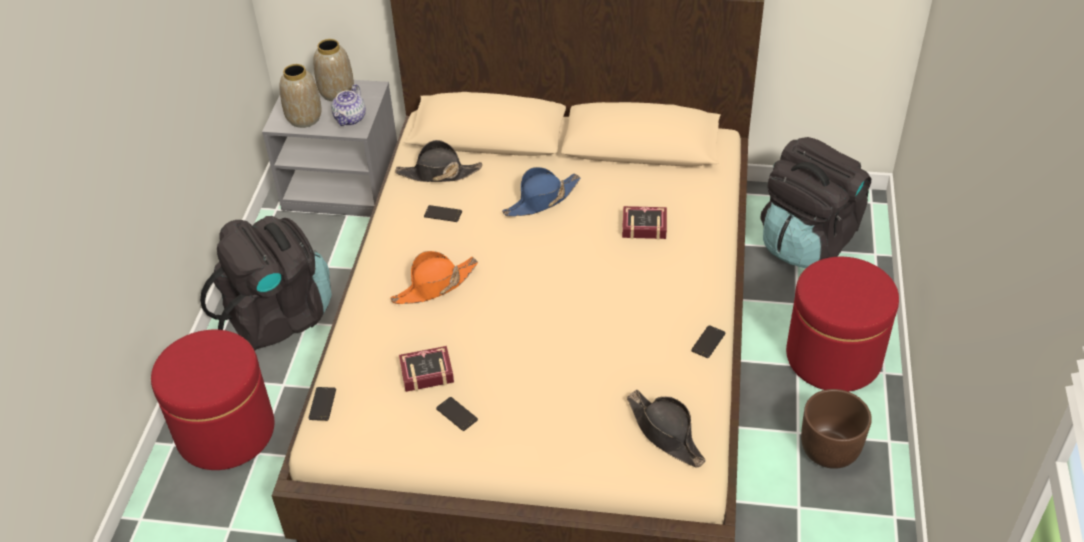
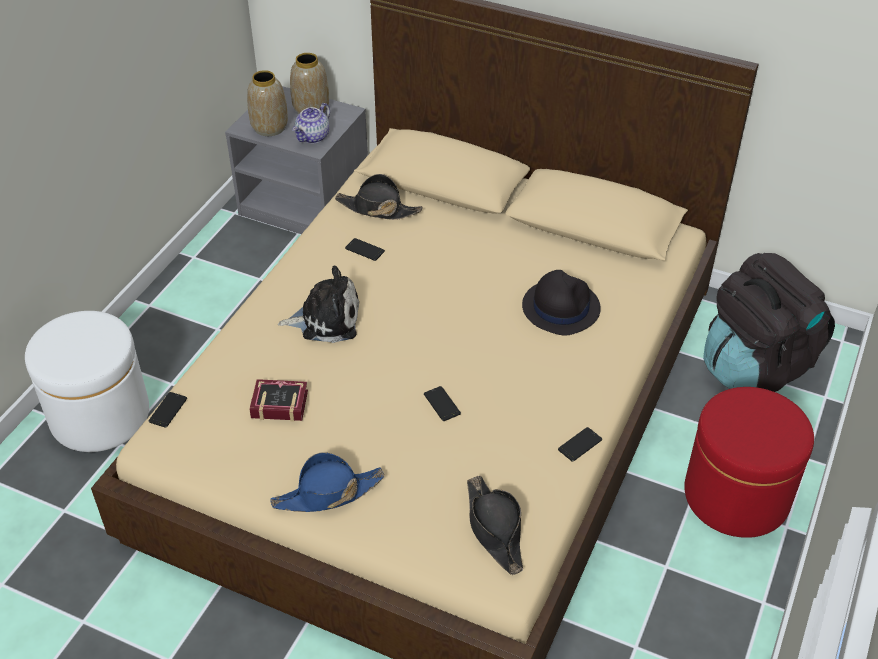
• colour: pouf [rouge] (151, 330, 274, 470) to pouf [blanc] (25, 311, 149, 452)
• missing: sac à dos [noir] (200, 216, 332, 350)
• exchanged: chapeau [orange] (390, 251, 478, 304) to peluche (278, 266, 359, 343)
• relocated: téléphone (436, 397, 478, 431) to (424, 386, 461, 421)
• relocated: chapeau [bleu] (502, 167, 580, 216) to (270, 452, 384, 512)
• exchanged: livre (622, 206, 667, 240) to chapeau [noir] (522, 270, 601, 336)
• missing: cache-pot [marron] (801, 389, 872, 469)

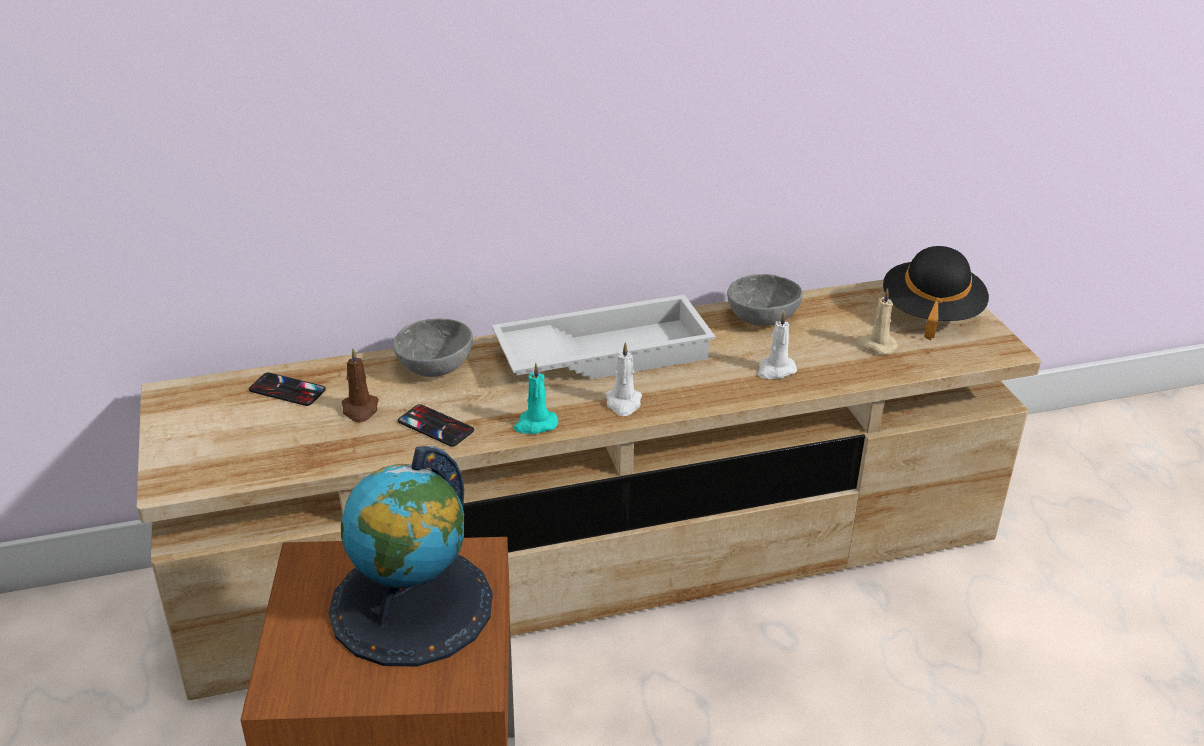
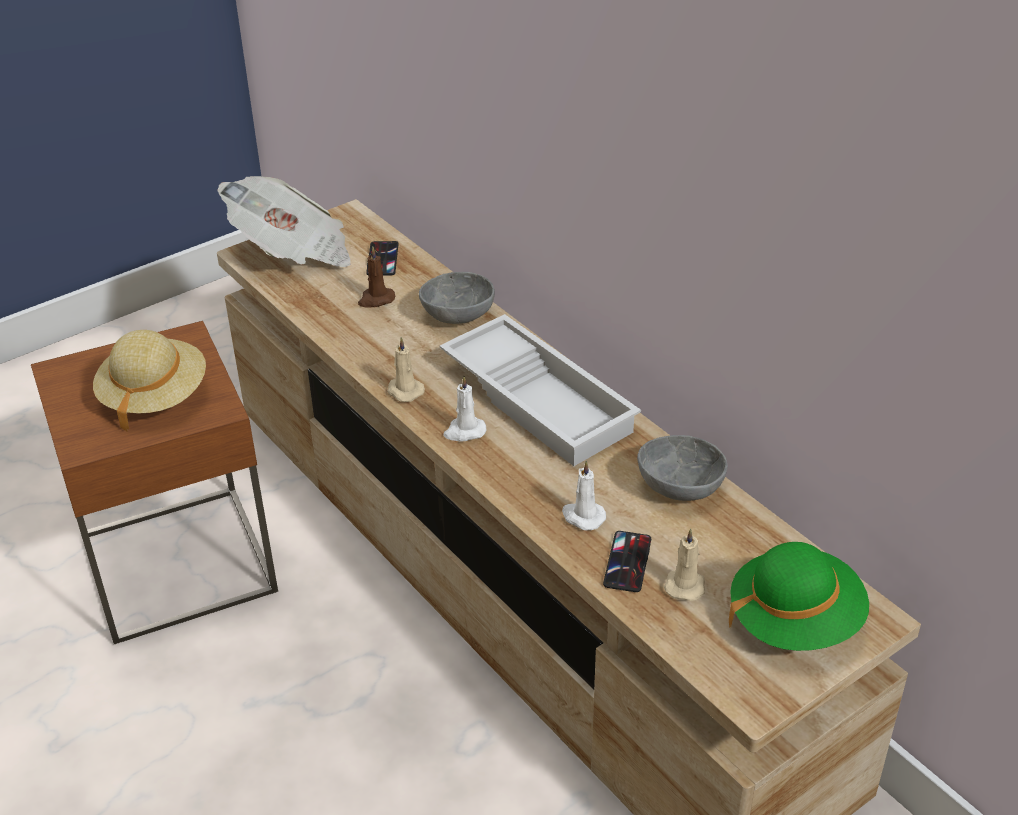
• exchanged: globe (328, 446, 493, 666) to chapeau [beige] (93, 330, 206, 431)
• relocated: téléphone (398, 404, 474, 447) to (603, 531, 651, 592)
• colour: bougie [turquoise] (514, 363, 558, 434) to bougie [beige] (387, 337, 425, 402)
• colour: chapeau [noir] (883, 246, 989, 340) to chapeau [vert] (729, 542, 869, 651)
• appeared: journal (218, 176, 351, 267)

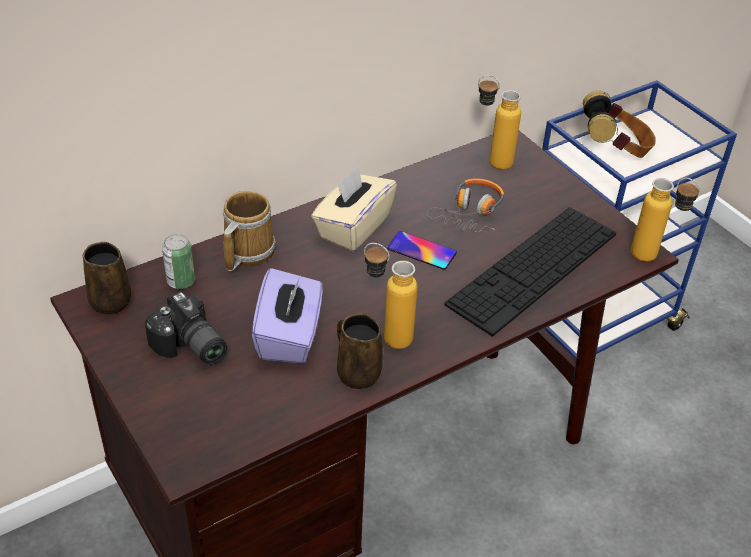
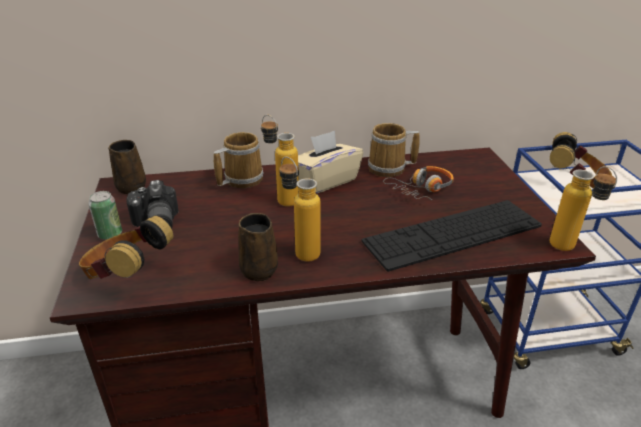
• relocated: boîte métallique (162, 234, 195, 289) to (88, 191, 122, 240)
• missing: boîte à mouchoirs [violet] (252, 268, 322, 363)
• missing: téléphone (387, 231, 457, 270)
• relocated: bouteille (478, 75, 521, 170) to (261, 115, 299, 207)
• appeared: casque audio (79, 216, 173, 279)
• appeared: mug (368, 123, 420, 177)

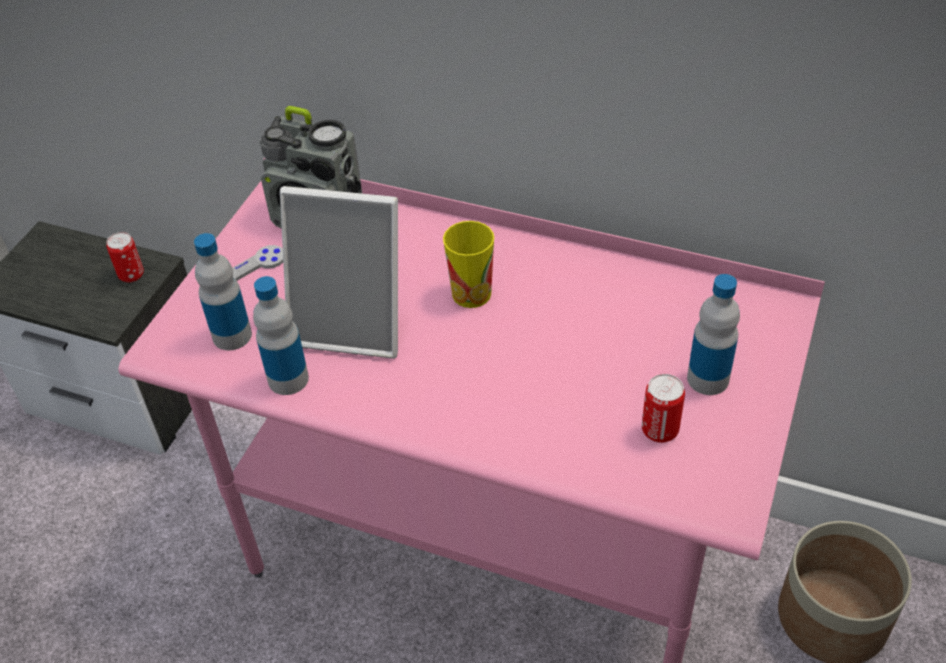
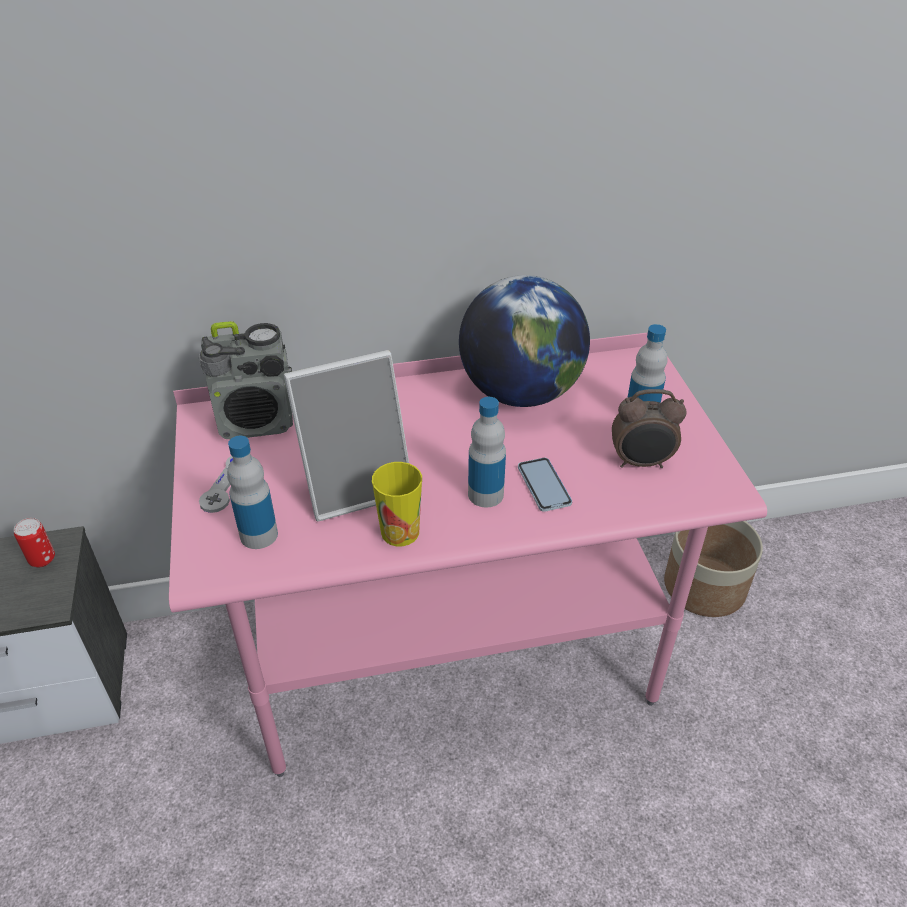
• relocated: bouteille (253, 276, 309, 395) to (468, 397, 506, 507)
• relocated: tasse (443, 221, 494, 308) to (372, 462, 422, 546)
• exchanged: boîte métallique (642, 374, 685, 443) to réveil (612, 389, 686, 468)
• appeared: globe (459, 275, 590, 407)
• appeared: téléphone (518, 458, 572, 512)

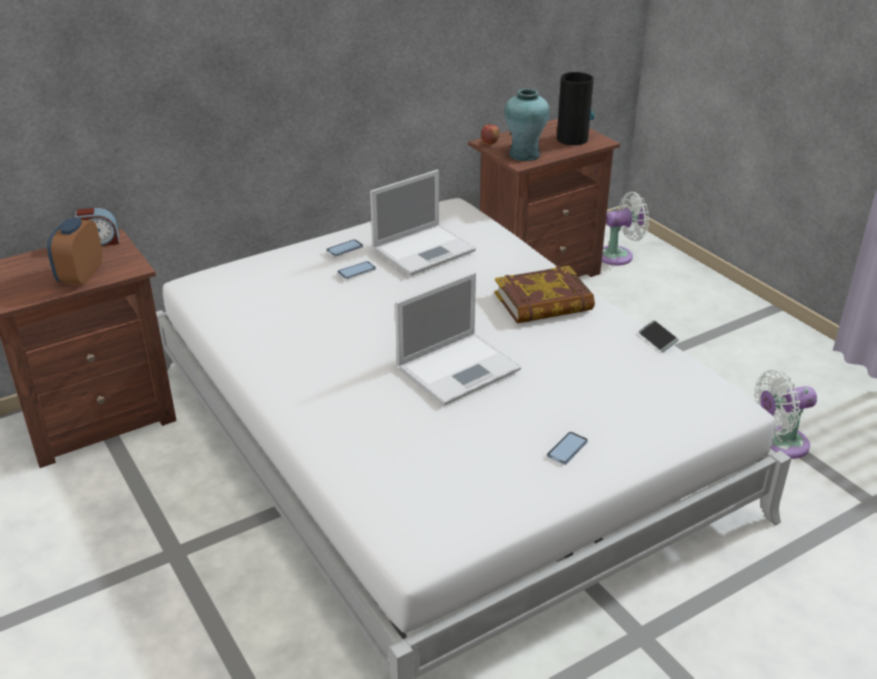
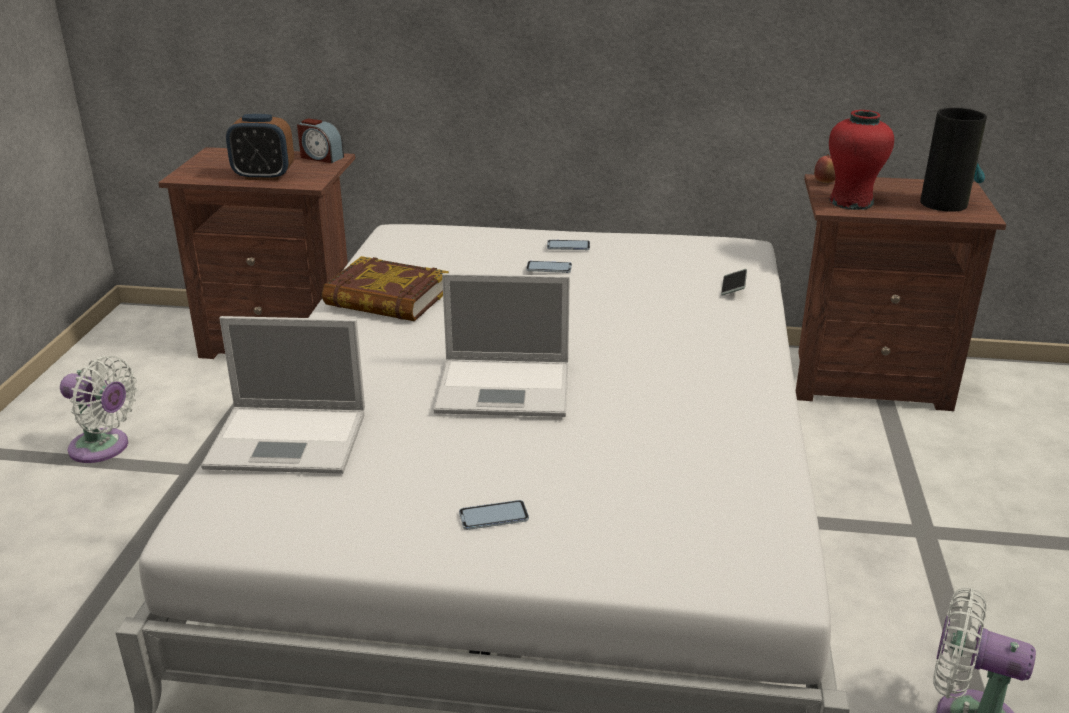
• spun: réveil (47, 218, 102, 285) = (226, 114, 294, 180) 135 degrees counterclockwise
• relocated: ordinateur portable (370, 170, 476, 275) to (201, 316, 365, 474)
• relocated: livre (494, 266, 595, 323) to (322, 256, 449, 321)
• colour: vase [turquoise] (504, 89, 549, 161) to vase [rouge] (829, 110, 894, 210)
• relocated: ventilateur [blanc] (602, 192, 649, 265) to (60, 356, 138, 463)
• relocated: téléphone (638, 320, 679, 352) to (721, 269, 747, 296)

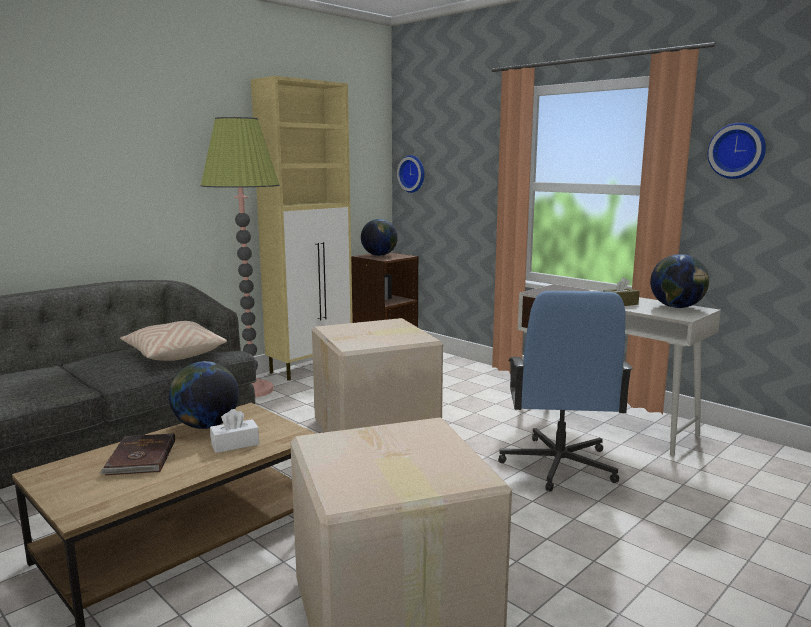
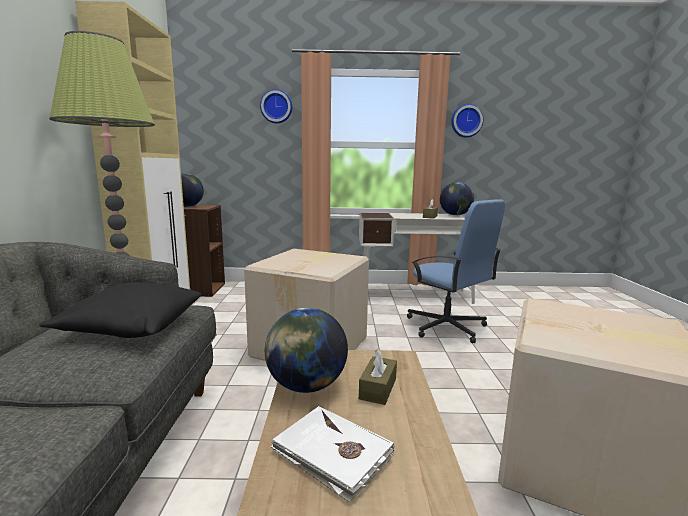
• colour: livre [marron] (99, 433, 175, 476) to livre [blanc] (271, 406, 394, 502)
• colour: coussin [beige] (120, 321, 227, 361) to coussin [noir] (39, 282, 201, 338)
• colour: boîte à mouchoirs [blanc] (210, 409, 259, 453) to boîte à mouchoirs [marron] (359, 349, 397, 405)
• relocated: horloge murale (397, 155, 424, 193) to (260, 89, 292, 123)

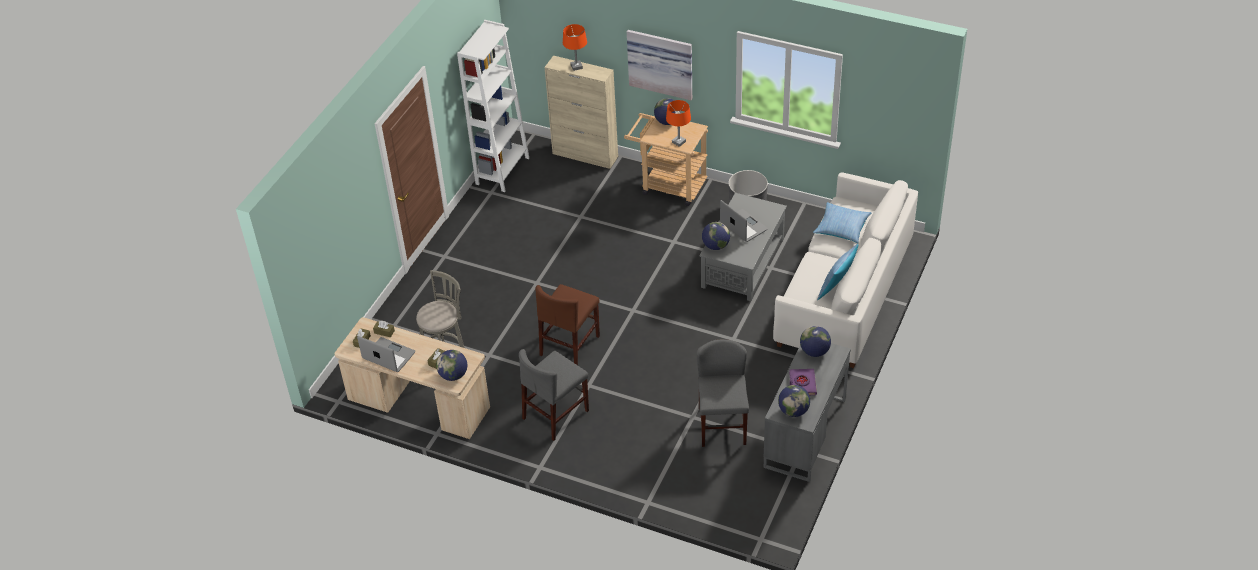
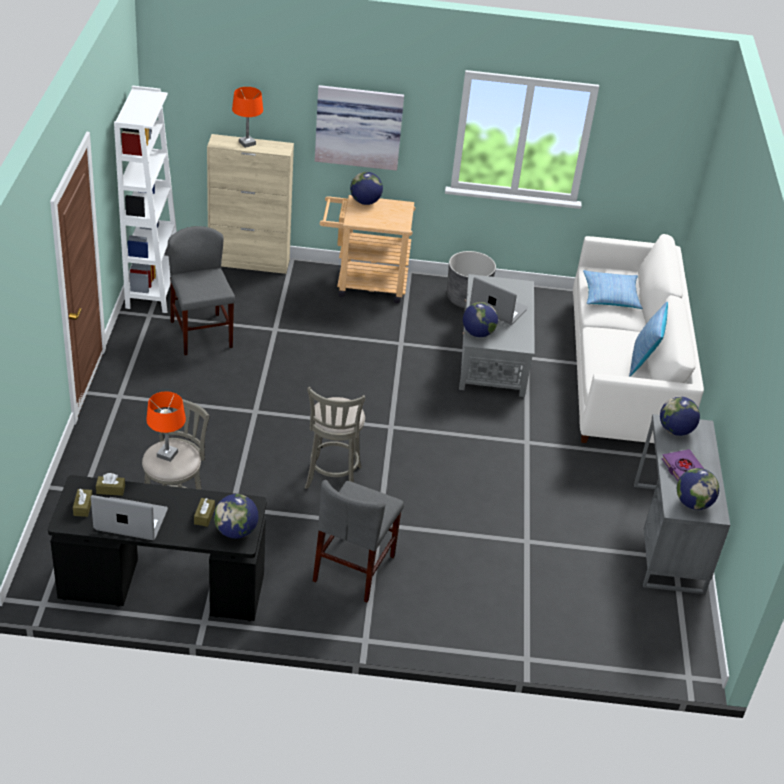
• colour: bureau [beige] (334, 317, 490, 439) to bureau [noir] (48, 475, 267, 621)
• exchanged: chaise [marron] (535, 284, 600, 365) to tabouret [gris] (305, 387, 365, 489)
• relocated: lampe de table [orange] (666, 100, 691, 147) to (146, 391, 186, 462)
• relocated: chaise [gris] (697, 339, 749, 447) to (168, 226, 235, 355)

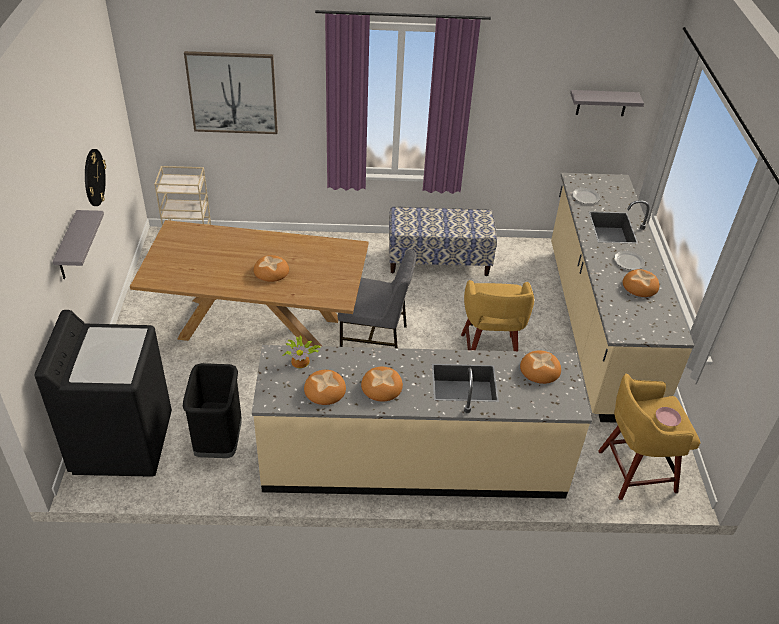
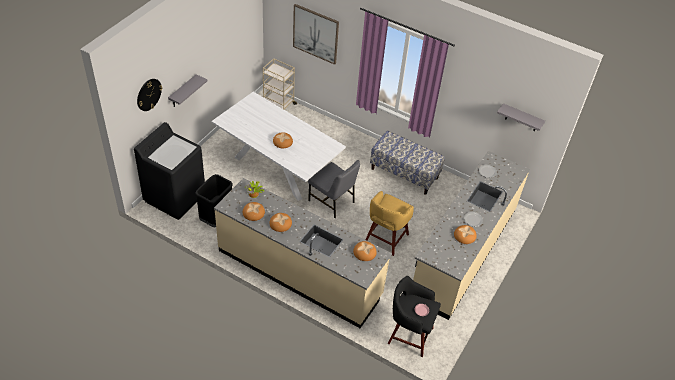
• relocated: horloge murale (85, 149, 106, 206) to (137, 79, 162, 111)
• colour: table à manger [marron] (130, 220, 369, 346) to table à manger [blanc] (211, 92, 346, 201)
• colour: tabouret [jaune] (598, 374, 700, 500) to tabouret [noir] (388, 276, 441, 357)

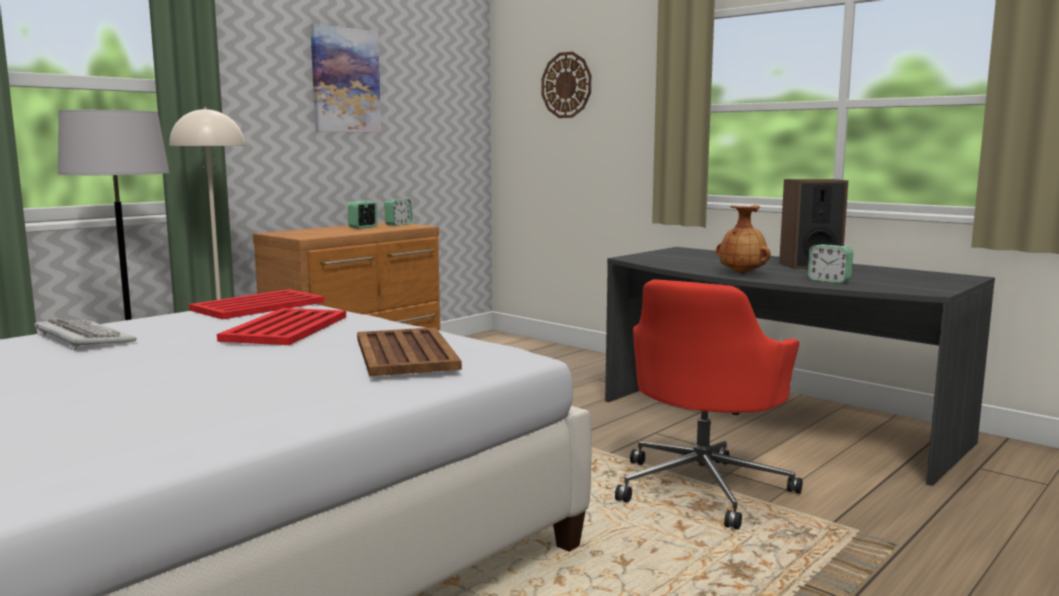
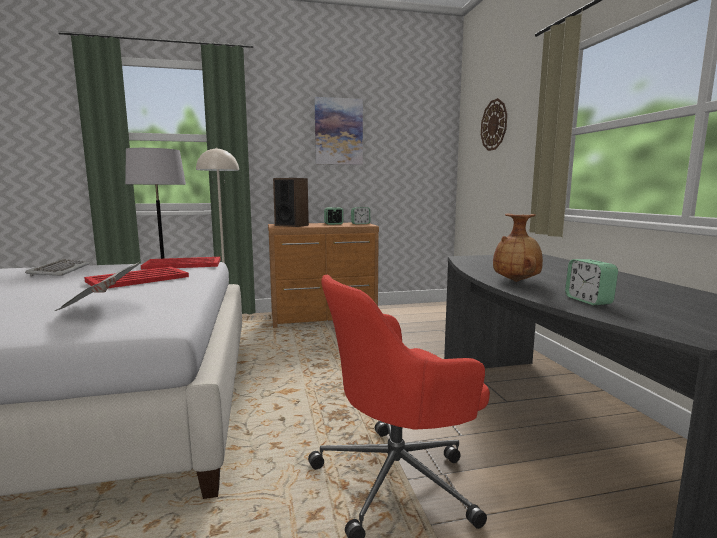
• exchanged: plateau [marron] (357, 327, 462, 377) to journal (55, 262, 139, 311)
• relocated: enceinte (779, 179, 848, 269) to (273, 178, 309, 227)

